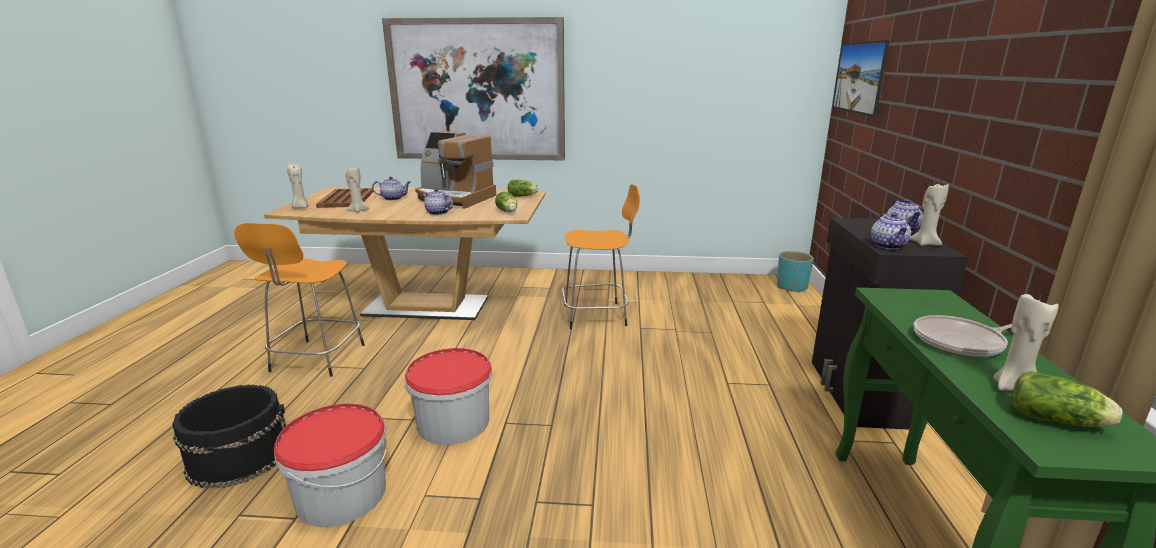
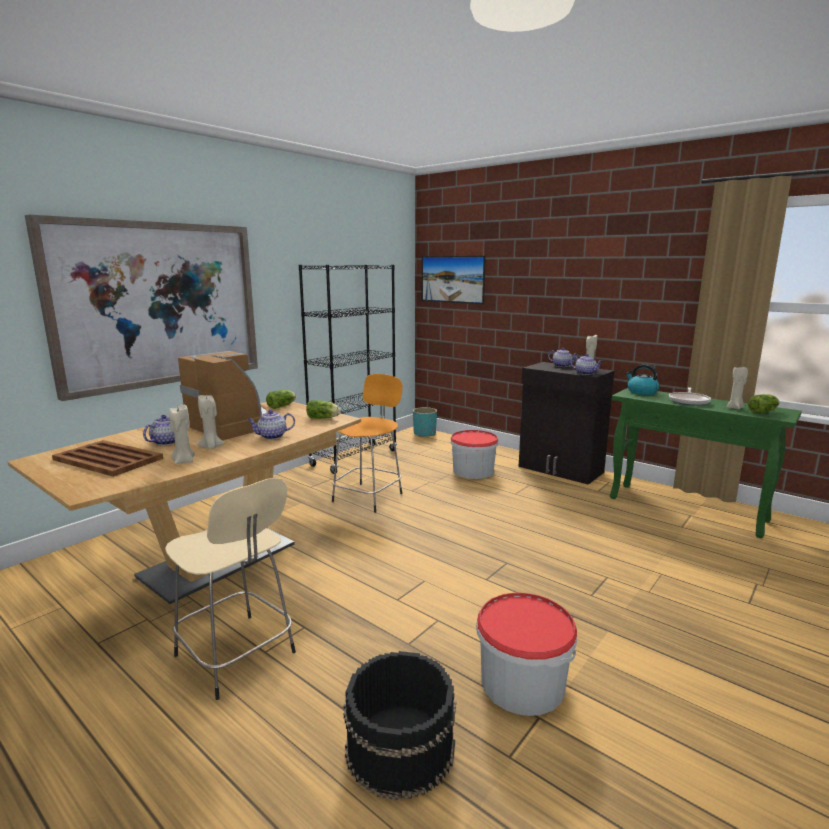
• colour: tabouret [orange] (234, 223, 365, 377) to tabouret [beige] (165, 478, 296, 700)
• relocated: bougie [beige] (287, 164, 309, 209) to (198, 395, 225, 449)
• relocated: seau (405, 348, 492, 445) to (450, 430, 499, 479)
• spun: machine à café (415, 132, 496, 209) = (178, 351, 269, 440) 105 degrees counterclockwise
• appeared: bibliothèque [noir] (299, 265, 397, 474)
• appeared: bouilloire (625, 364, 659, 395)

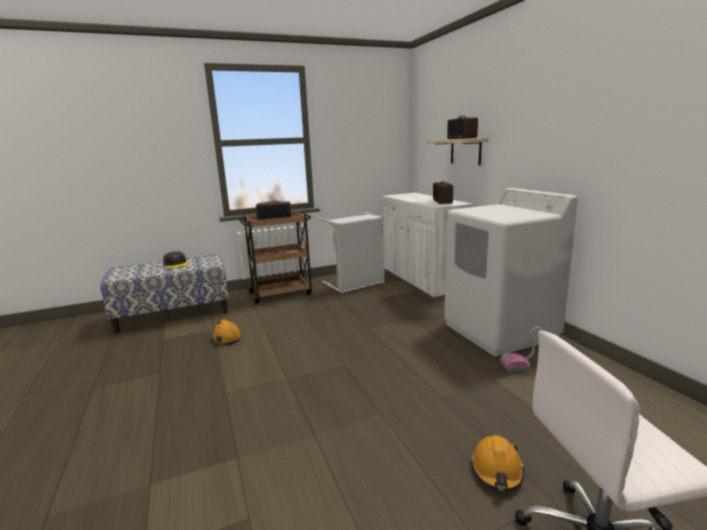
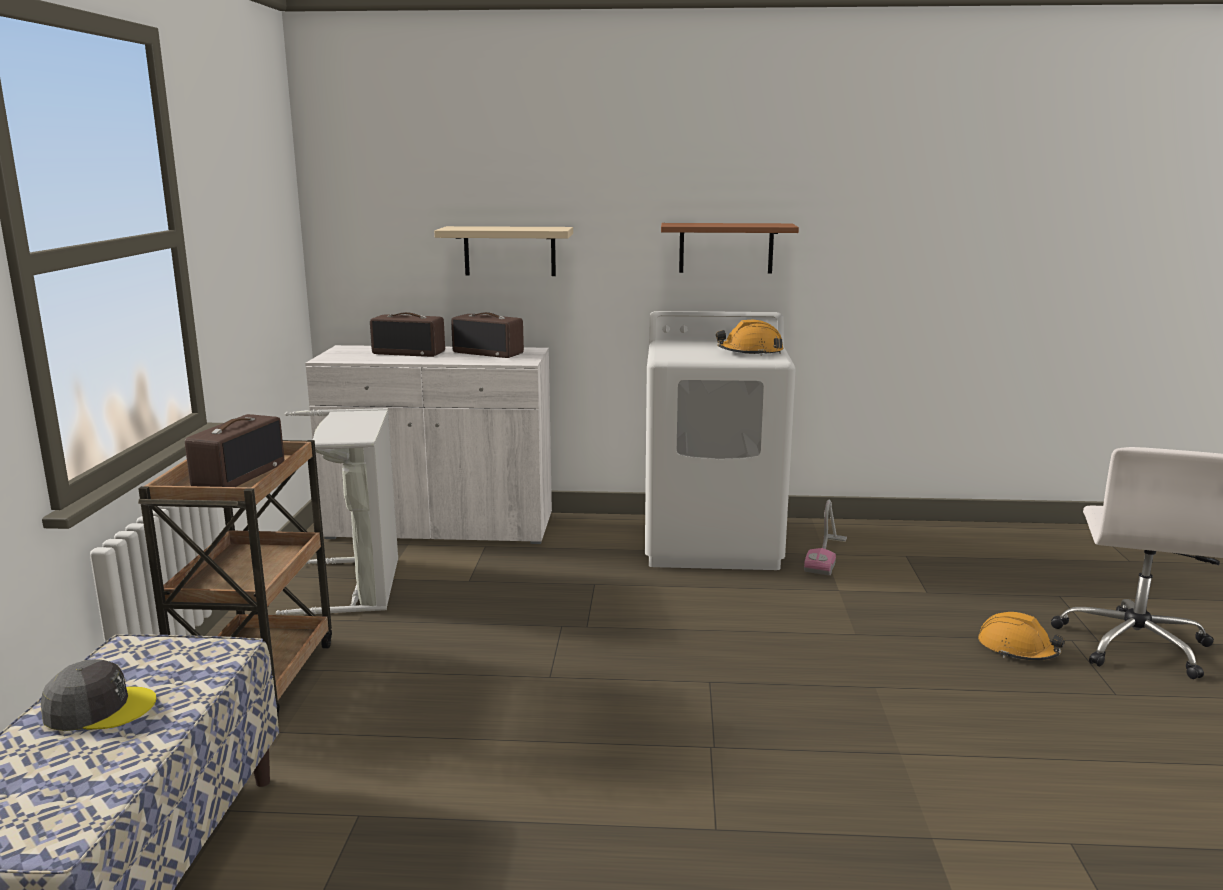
• relocated: casque de chantier [orange] (211, 319, 241, 345) to (716, 320, 784, 356)
• relocated: radio (447, 116, 478, 139) to (370, 312, 445, 357)
• appeared: étagère [marron] (661, 223, 799, 274)

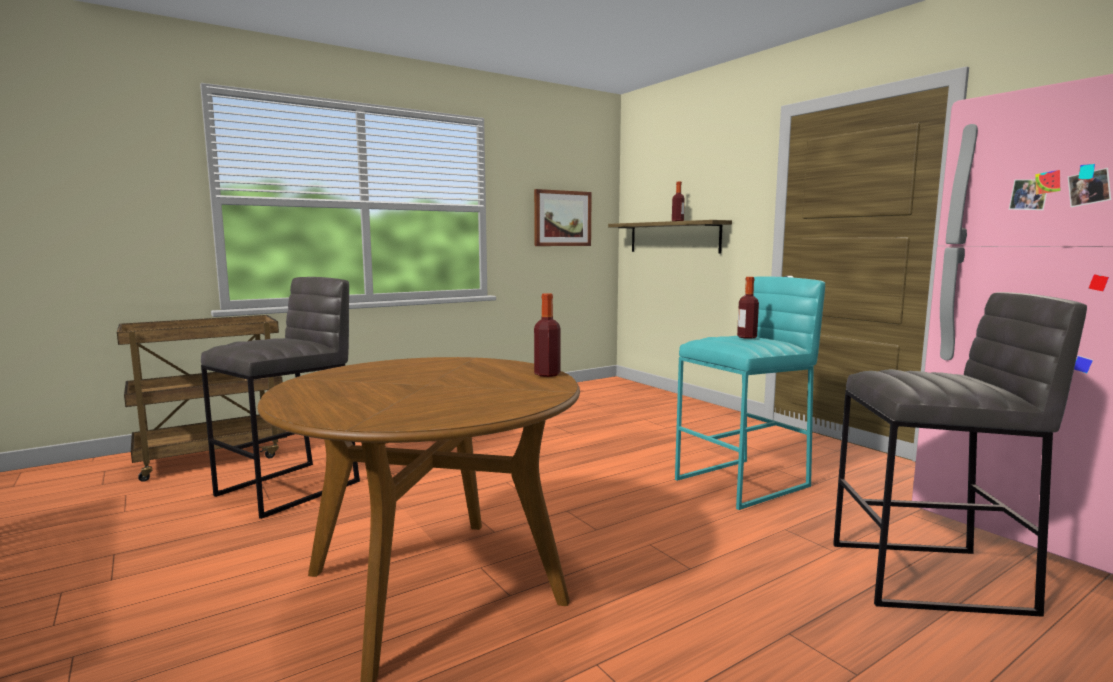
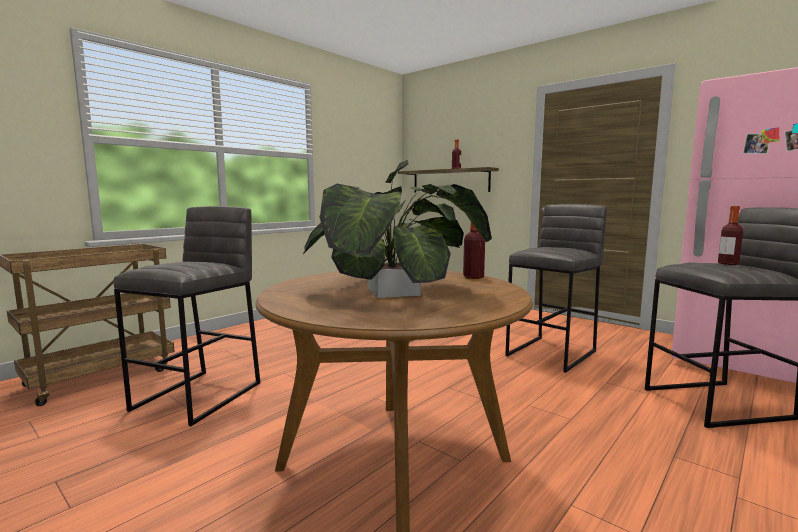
• missing: tableau (534, 189, 592, 246)
• colour: tabouret [turquoise] (675, 277, 825, 510) to tabouret [gris] (505, 204, 607, 373)
• relocated: bouteille (737, 277, 759, 339) to (718, 206, 743, 265)
• appeared: plante en pot (304, 160, 492, 298)

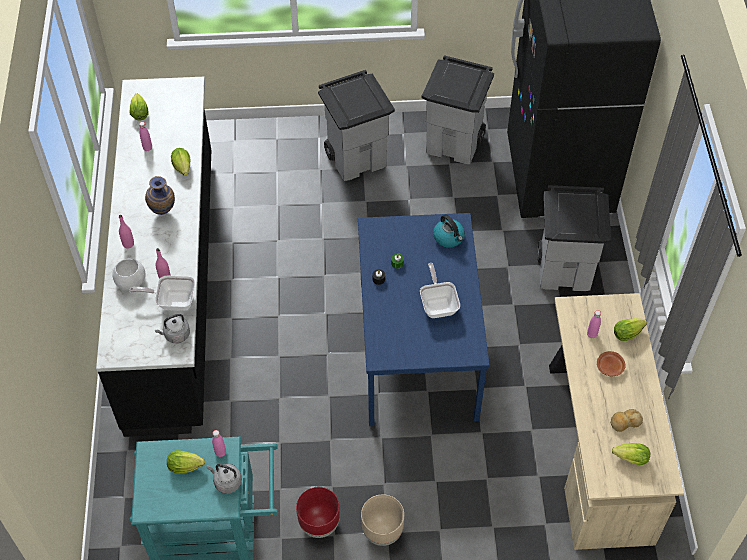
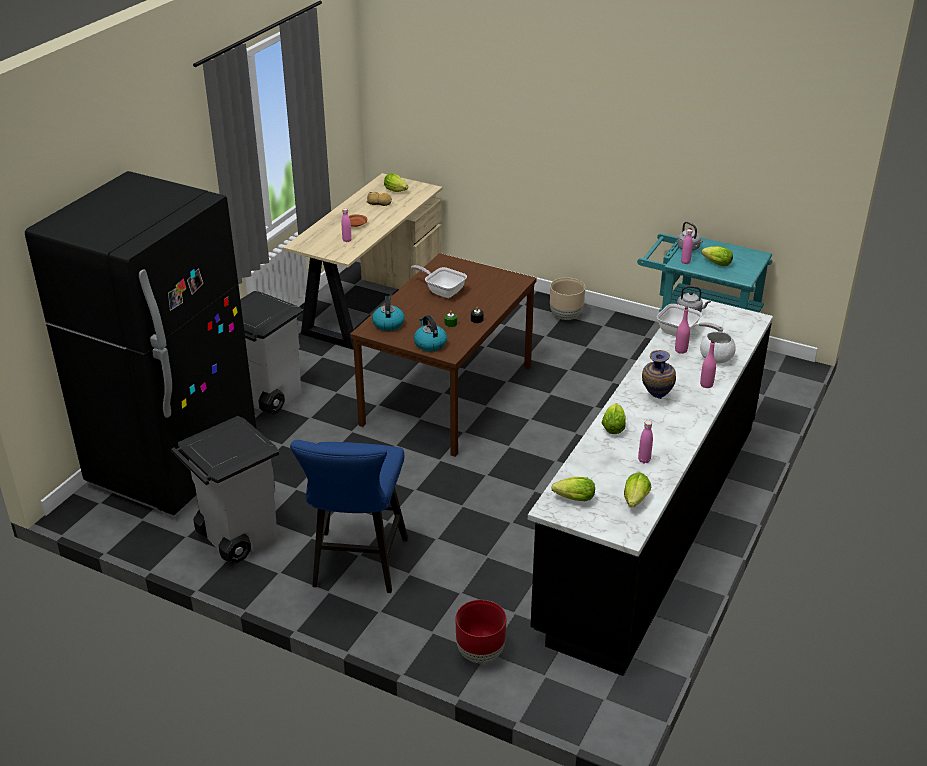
• relocated: cache-pot [rouge] (296, 487, 340, 538) to (456, 600, 506, 663)
• exchanged: poubelle [gris] (318, 70, 395, 181) to tabouret [bleu] (290, 440, 408, 593)
• colour: table à manger [bleu] (358, 213, 489, 426) to table à manger [marron] (350, 253, 537, 457)
• spun: poêle (420, 263, 460, 318) = (411, 265, 467, 298) 105 degrees clockwise
• relocated: laitue (614, 318, 647, 341) to (551, 477, 595, 501)
• appeared: bouilloire (414, 315, 447, 352)

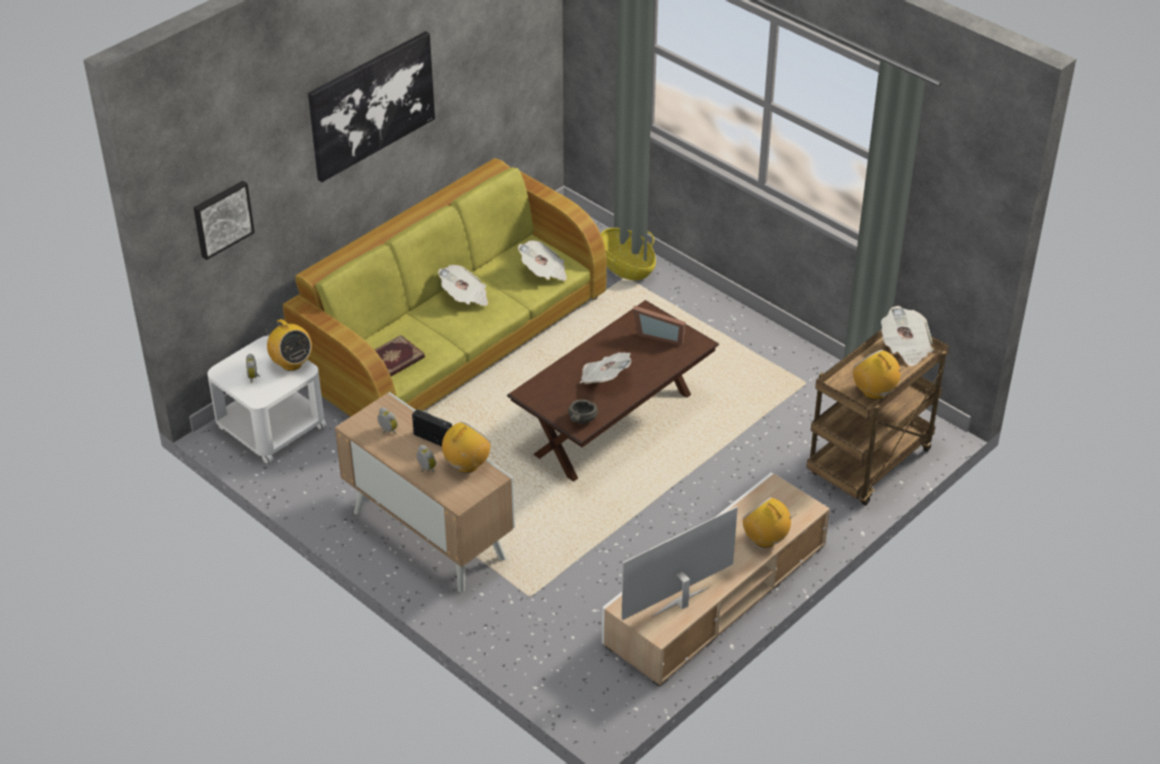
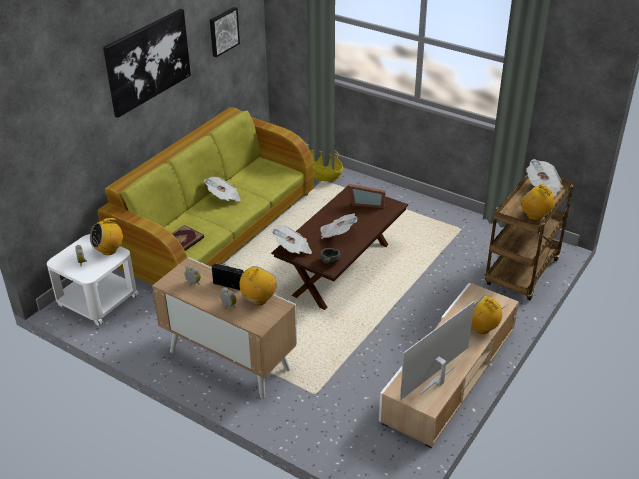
• relocated: tableau (194, 181, 255, 260) to (210, 7, 240, 57)
• spun: radio (264, 319, 312, 371) = (90, 216, 123, 255) 105 degrees clockwise
• relocated: journal (518, 241, 567, 281) to (271, 226, 312, 254)

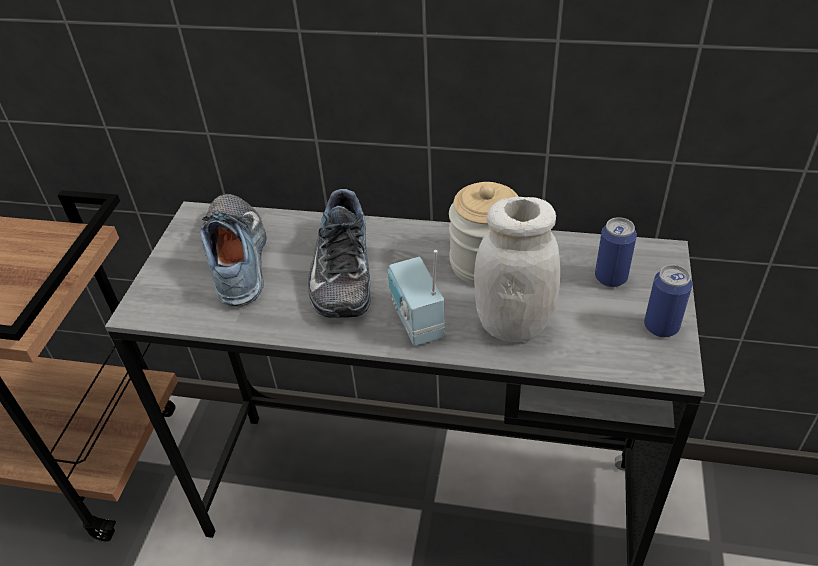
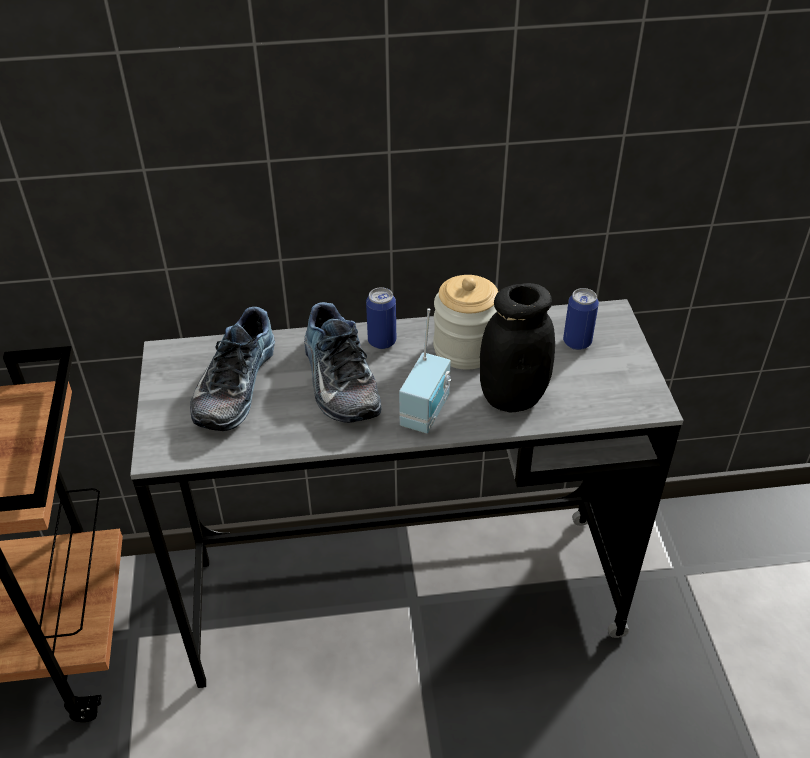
• spun: chaussure (200, 194, 267, 307) = (190, 307, 275, 431) 135 degrees counterclockwise
• spun: radio (388, 250, 445, 346) = (399, 308, 452, 433) 120 degrees counterclockwise
• colour: bocal [blanc] (474, 197, 560, 342) to bocal [noir] (480, 283, 555, 412)
• relocated: boîte métallique (644, 265, 692, 338) to (366, 287, 396, 349)

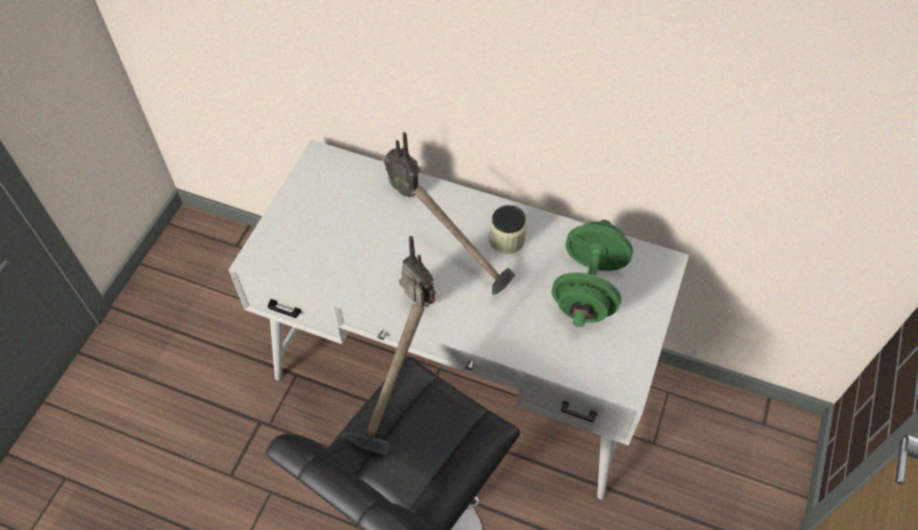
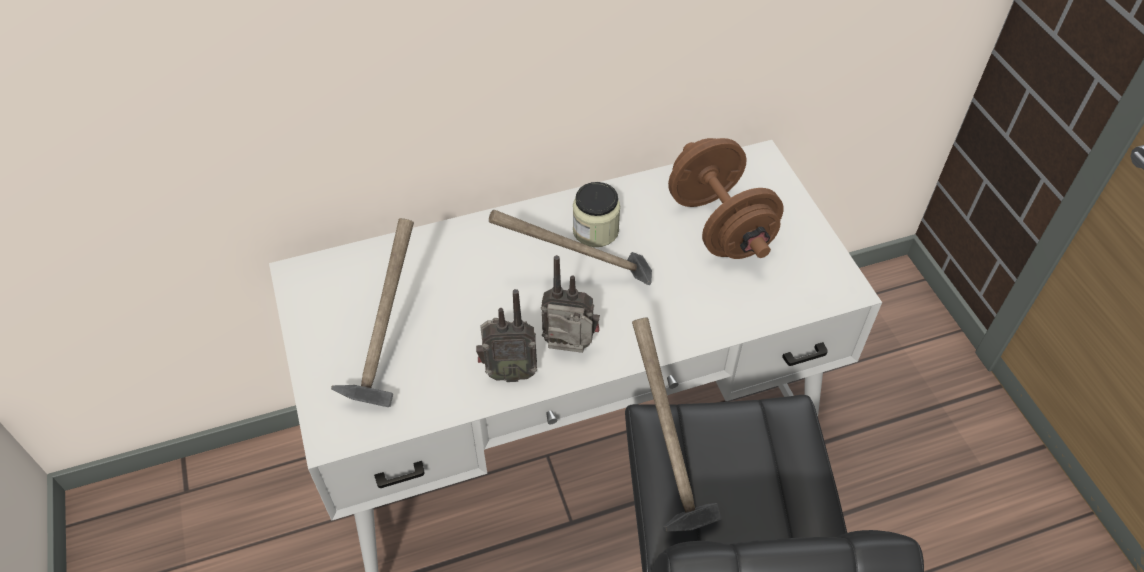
• relocated: radio (384, 132, 420, 197) to (476, 289, 537, 382)
• colour: haltère [vert] (551, 220, 633, 327) to haltère [marron] (668, 138, 784, 259)
• appeared: marteau (331, 218, 414, 407)

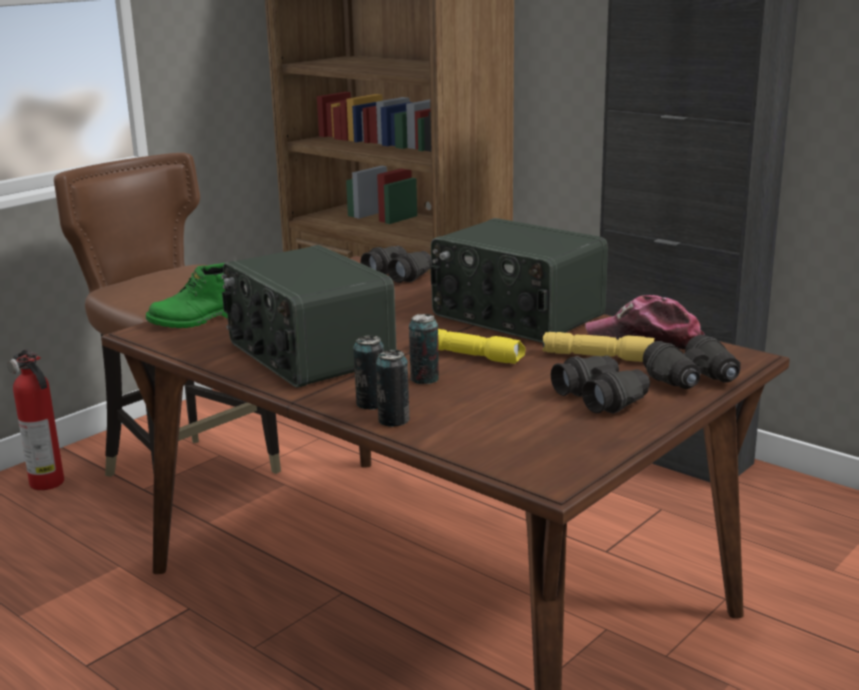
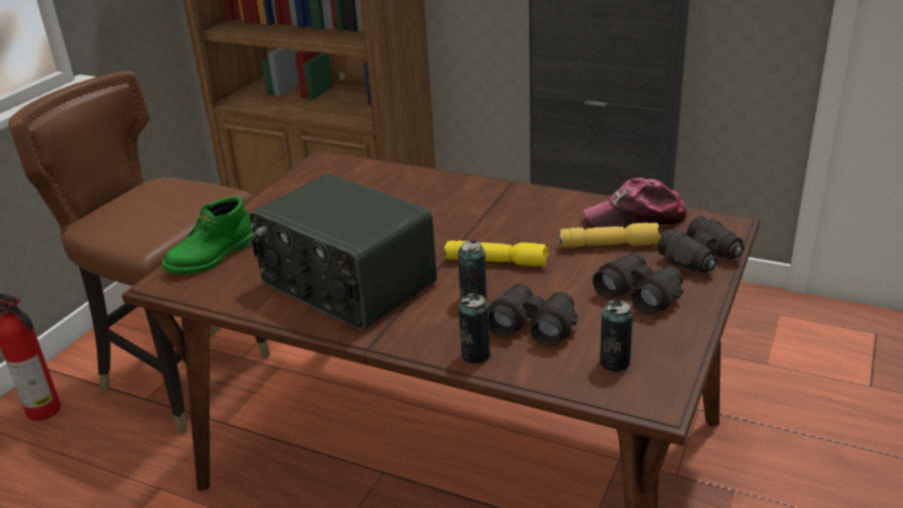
• relocated: boîte métallique (353, 335, 384, 410) to (600, 299, 633, 372)
• relocated: jumelles [noir] (361, 246, 431, 283) to (489, 284, 578, 346)
• missing: radio (431, 218, 608, 343)

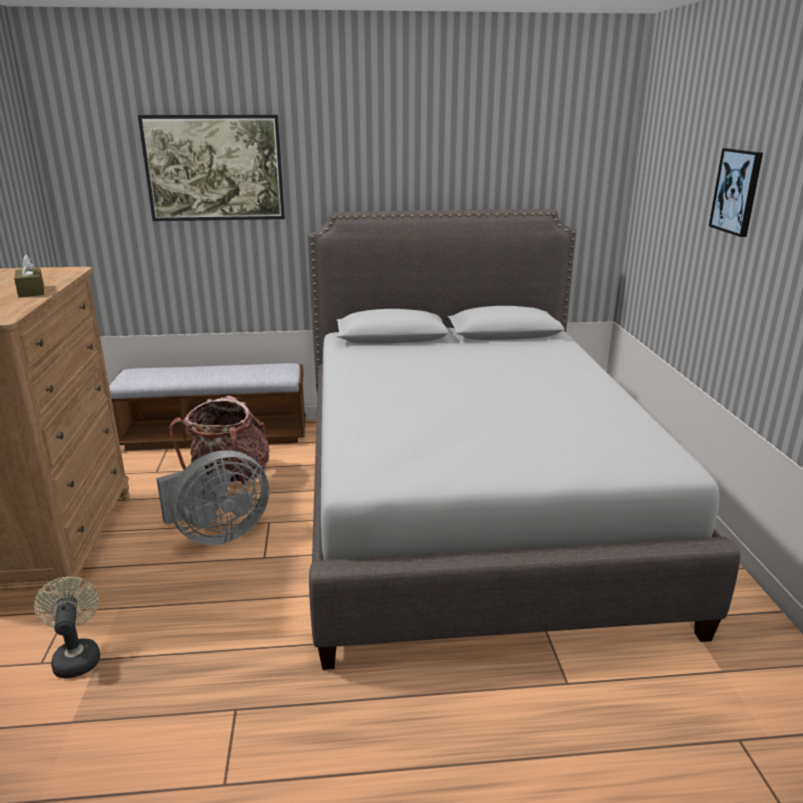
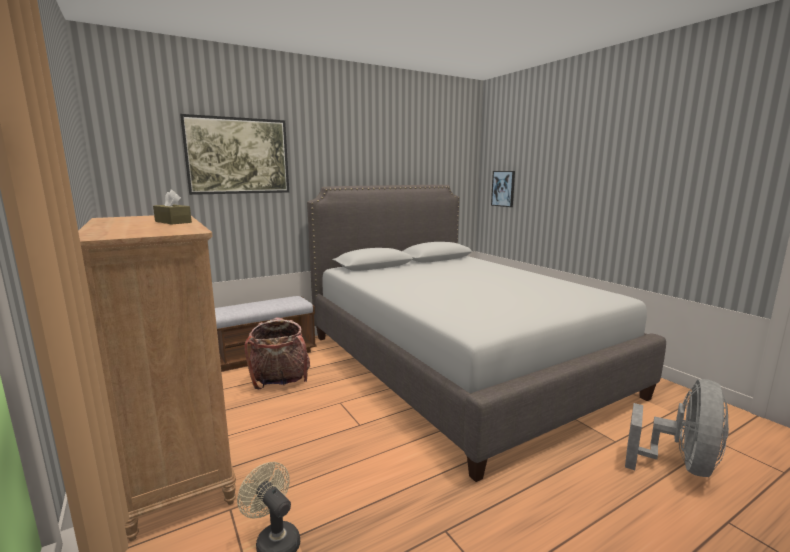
• relocated: ventilateur [gris] (156, 450, 269, 545) to (625, 379, 729, 477)
• relocated: tableau (709, 148, 763, 237) to (491, 171, 515, 207)

